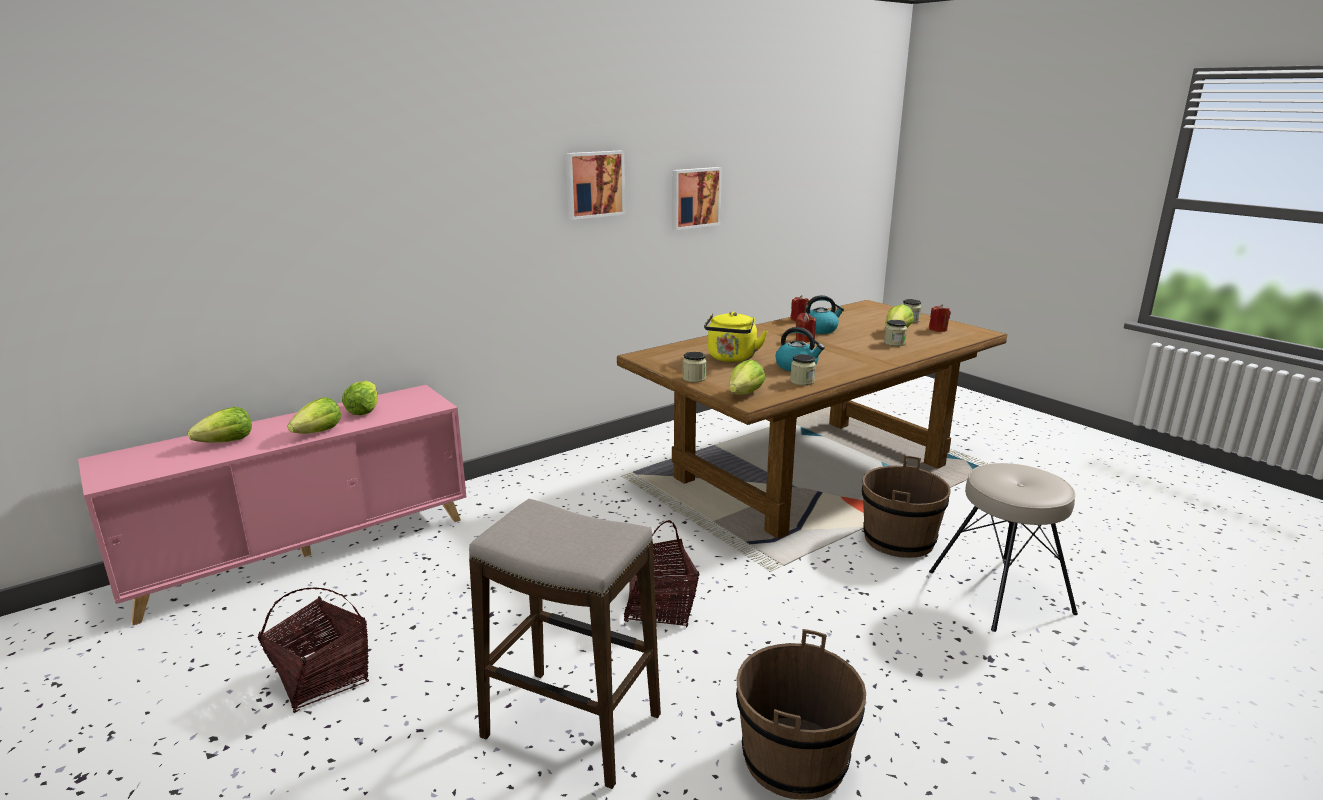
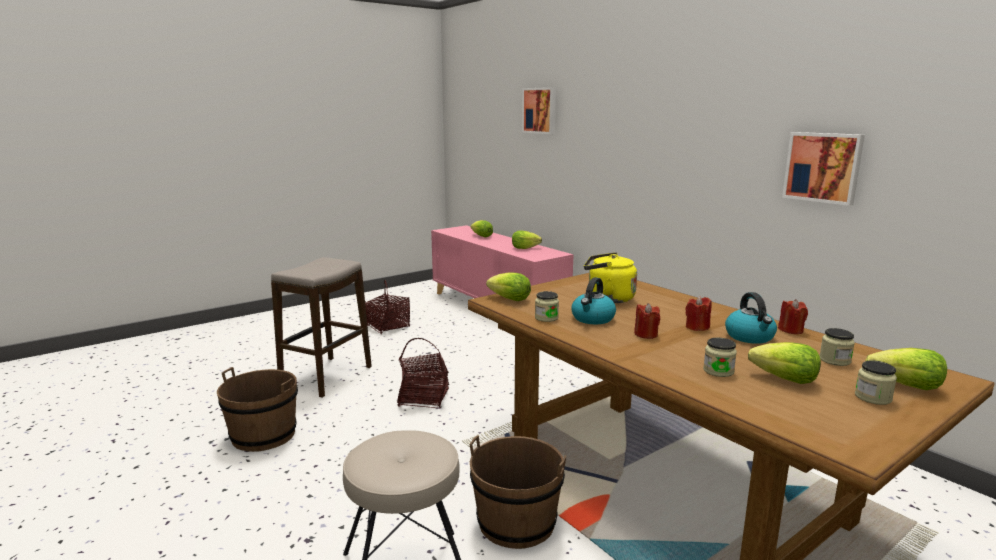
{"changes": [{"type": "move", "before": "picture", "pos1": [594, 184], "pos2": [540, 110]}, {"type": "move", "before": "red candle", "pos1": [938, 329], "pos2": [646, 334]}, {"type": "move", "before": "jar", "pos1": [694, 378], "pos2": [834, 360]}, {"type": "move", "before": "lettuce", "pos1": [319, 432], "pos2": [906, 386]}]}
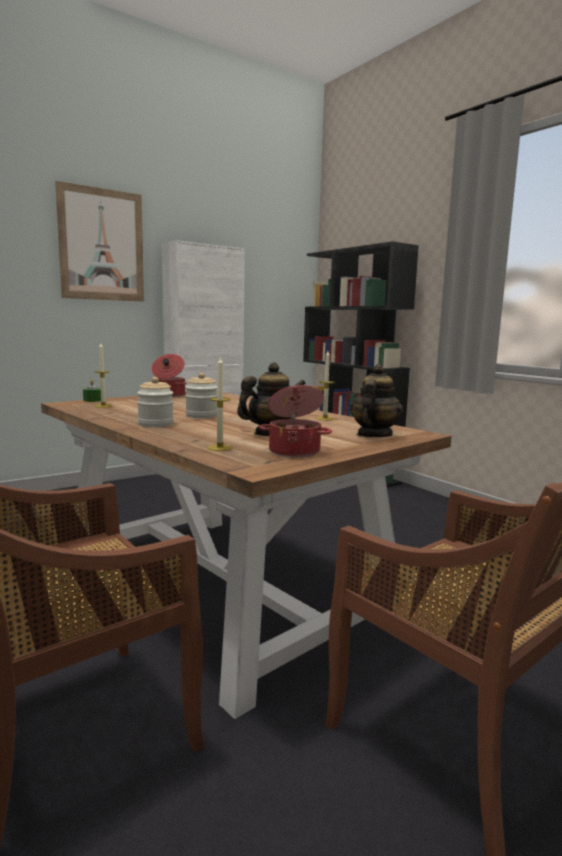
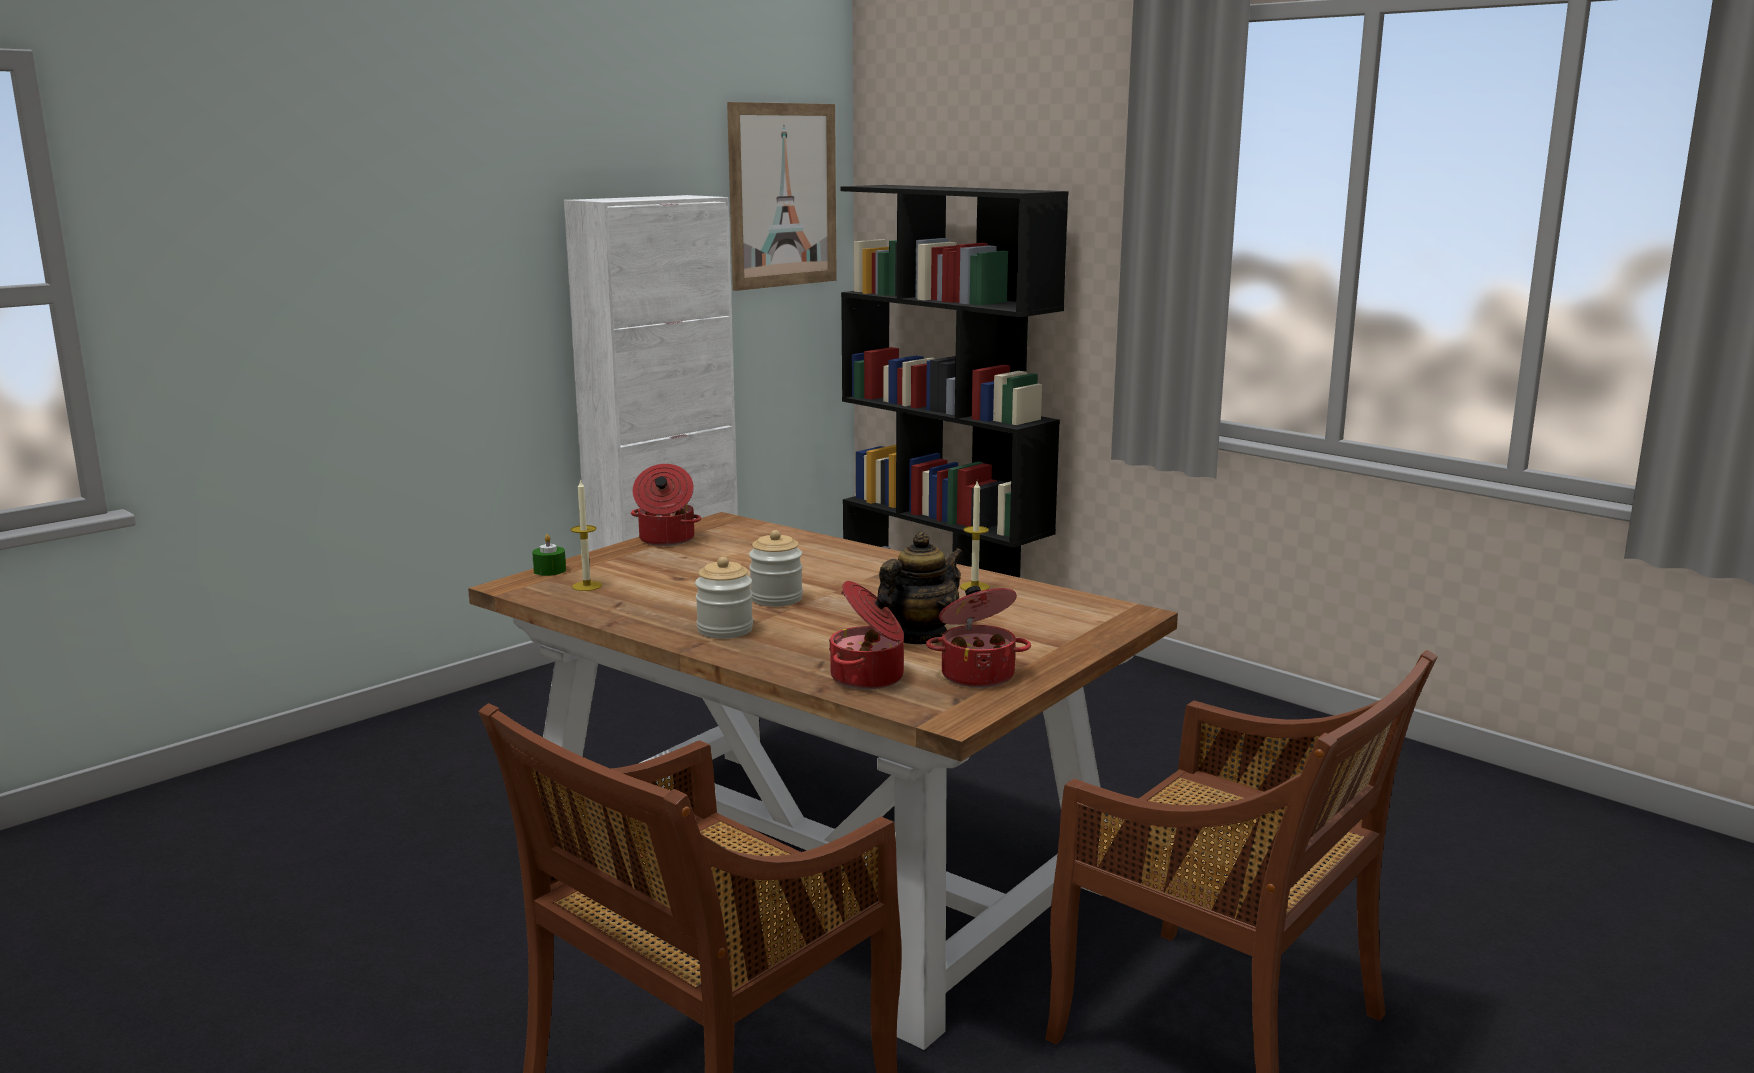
{"changes": [{"type": "move", "before": "picture", "pos1": [102, 245], "pos2": [783, 195]}, {"type": "replace", "before": "candle", "after": "cooking pot", "pos1": [220, 448], "pos2": [869, 678]}, {"type": "delete", "before": "teapot", "pos1": [374, 435]}]}
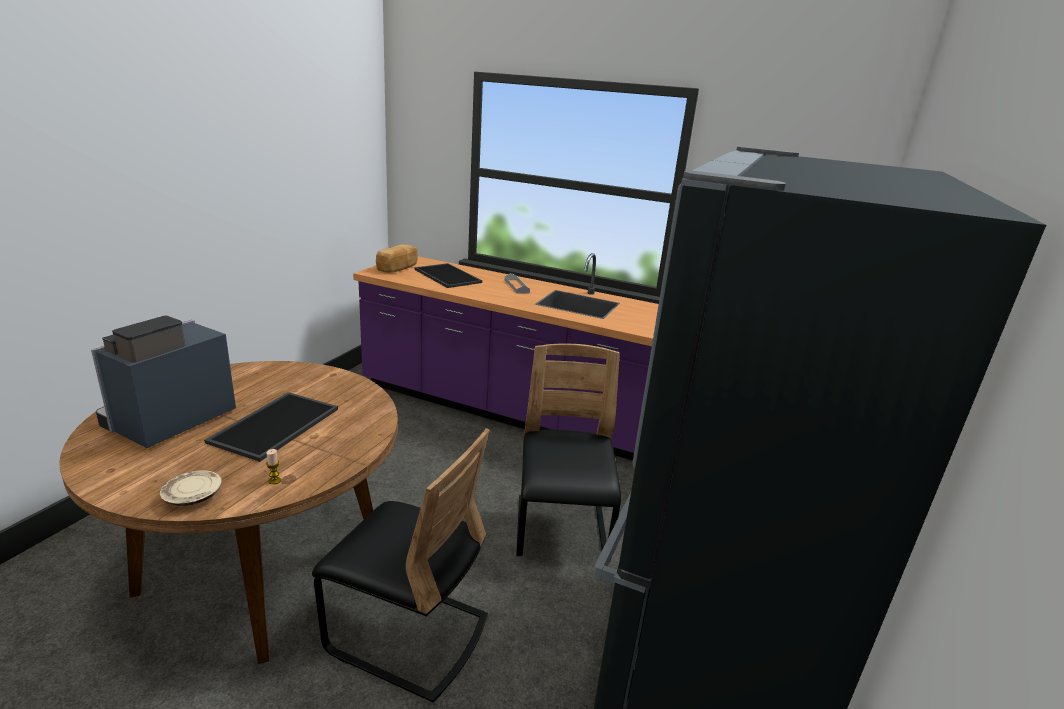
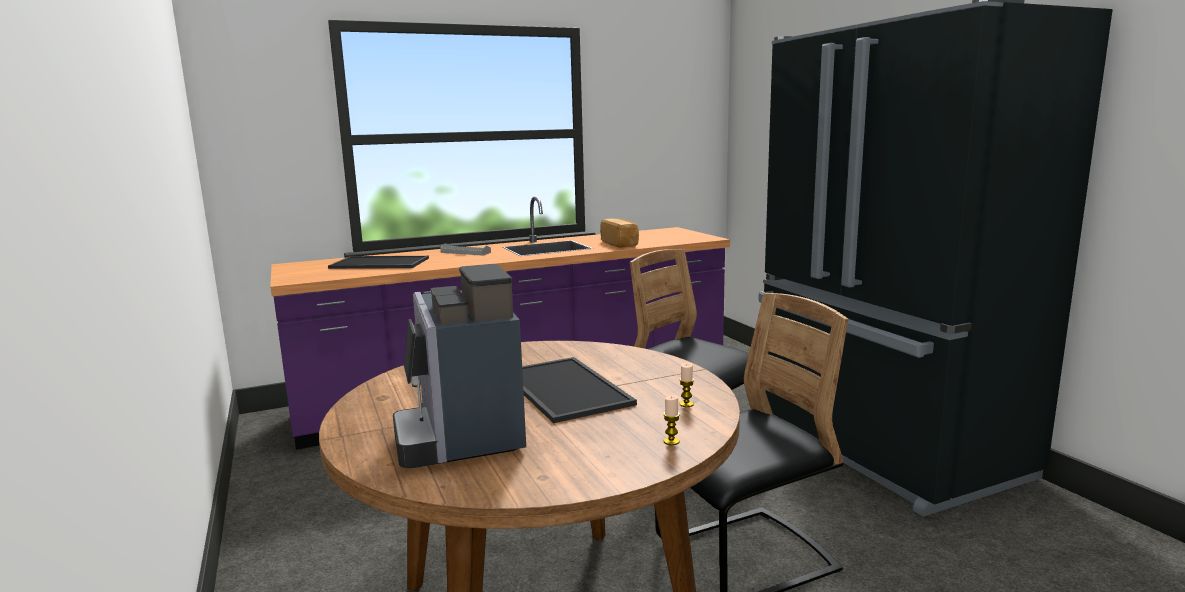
{"changes": [{"type": "move", "before": "bread", "pos1": [398, 268], "pos2": [620, 244]}, {"type": "replace", "before": "beige plate", "after": "candle", "pos1": [193, 497], "pos2": [671, 441]}]}
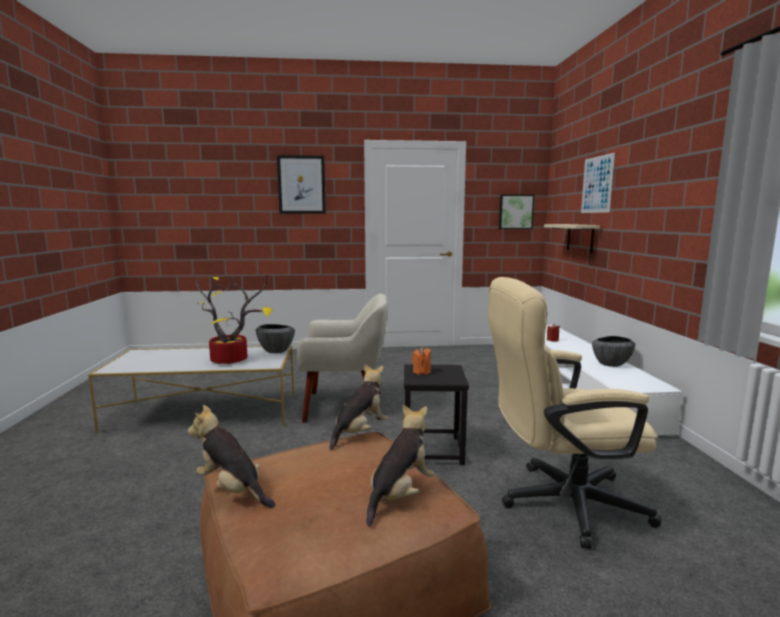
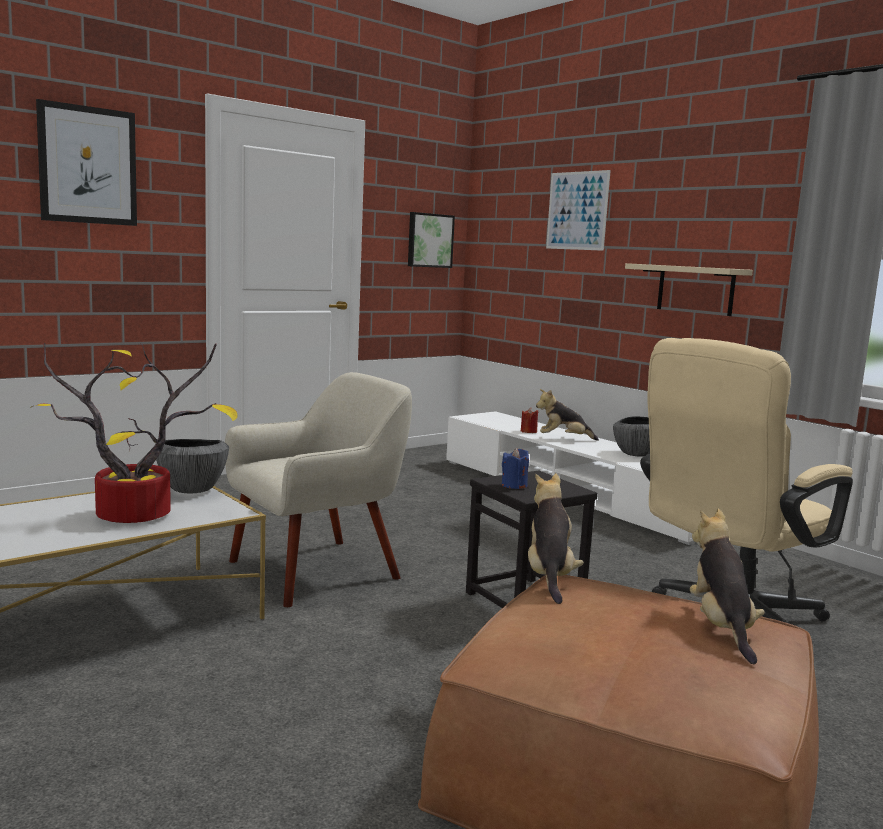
{"changes": [{"type": "move", "before": "beige shelf", "pos1": [580, 238], "pos2": [695, 289]}, {"type": "recolor", "before": "orange candle", "after": "blue candle", "pos1": [421, 372], "pos2": [514, 485]}, {"type": "move", "before": "plush toy", "pos1": [232, 489], "pos2": [563, 439]}]}
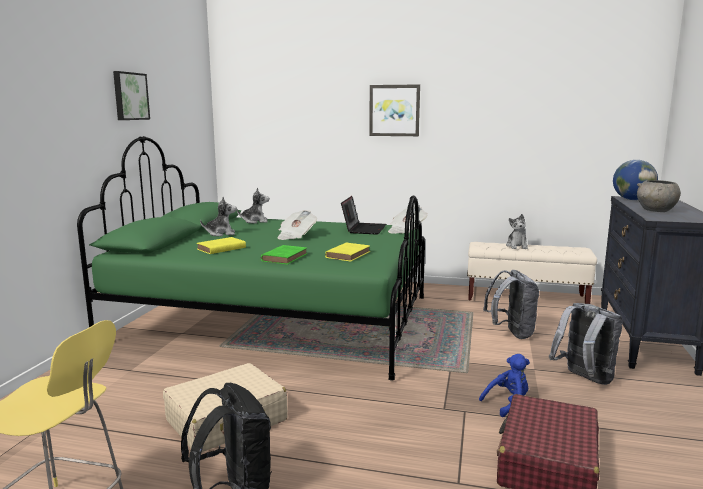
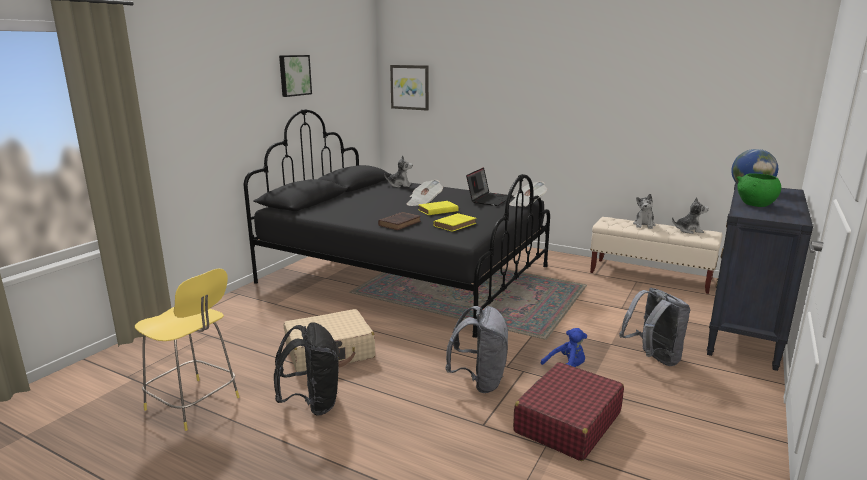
{"changes": [{"type": "move", "before": "picture", "pos1": [394, 110], "pos2": [410, 87]}, {"type": "recolor", "before": "green bed", "after": "black bed", "pos1": [276, 320], "pos2": [405, 275]}, {"type": "recolor", "before": "grey bowl", "after": "green bowl", "pos1": [656, 211], "pos2": [755, 205]}, {"type": "move", "before": "plush toy", "pos1": [221, 234], "pos2": [688, 230]}, {"type": "move", "before": "yellow book", "pos1": [220, 248], "pos2": [437, 210]}, {"type": "recolor", "before": "green book", "after": "brown book", "pos1": [285, 257], "pos2": [400, 223]}, {"type": "move", "before": "grey backpack", "pos1": [511, 333], "pos2": [479, 382]}]}
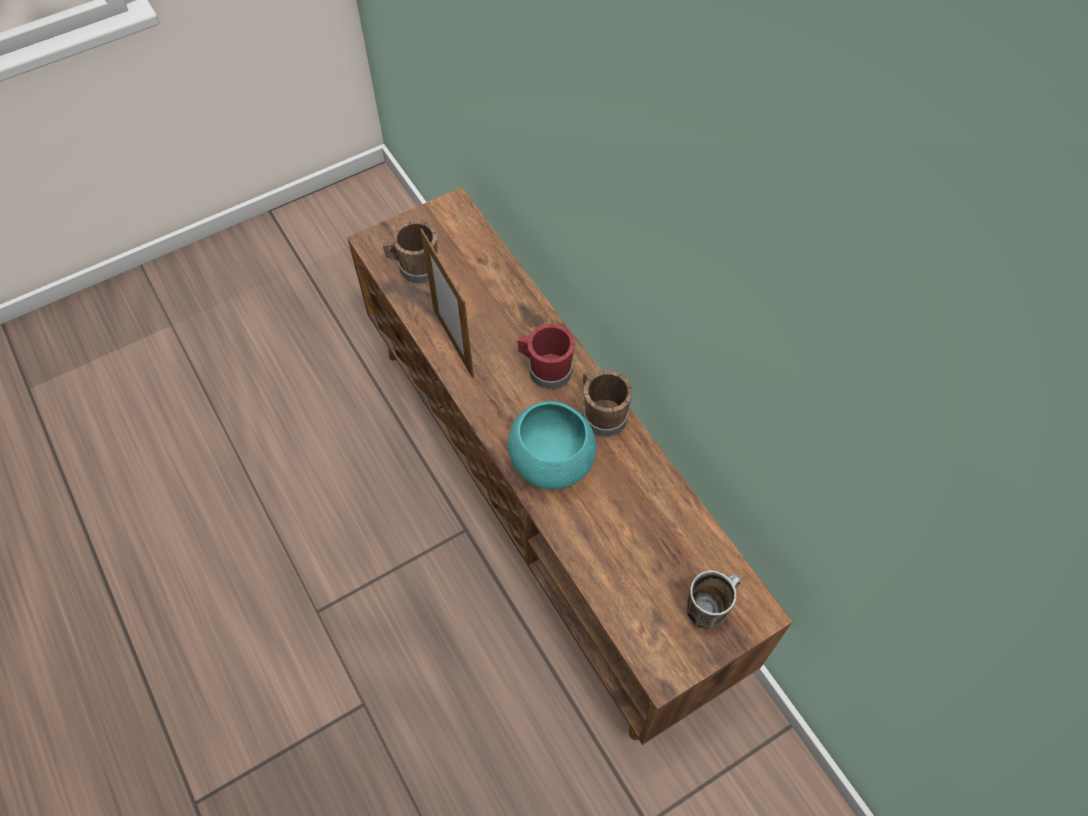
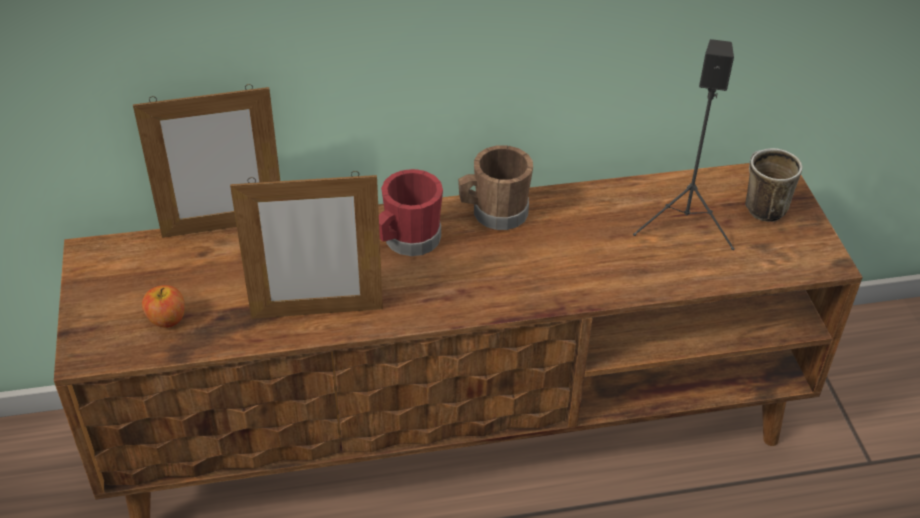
{"changes": [{"type": "replace", "before": "brown mug", "after": "apple", "pos1": [414, 268], "pos2": [167, 319]}, {"type": "delete", "before": "turquoise bowl", "pos1": [552, 462]}, {"type": "insert", "after": "black speaker", "pos2": [686, 223]}, {"type": "insert", "after": "picture frame", "pos2": [224, 227]}]}
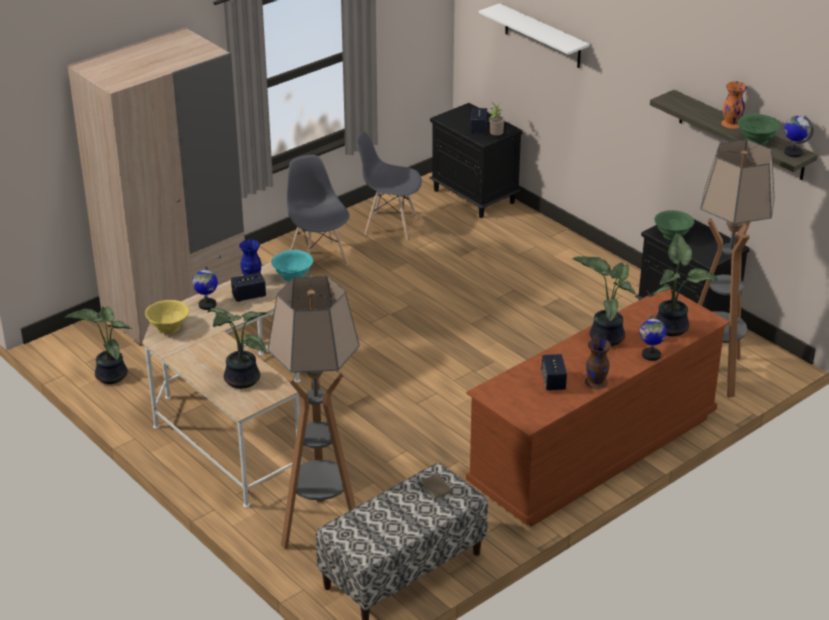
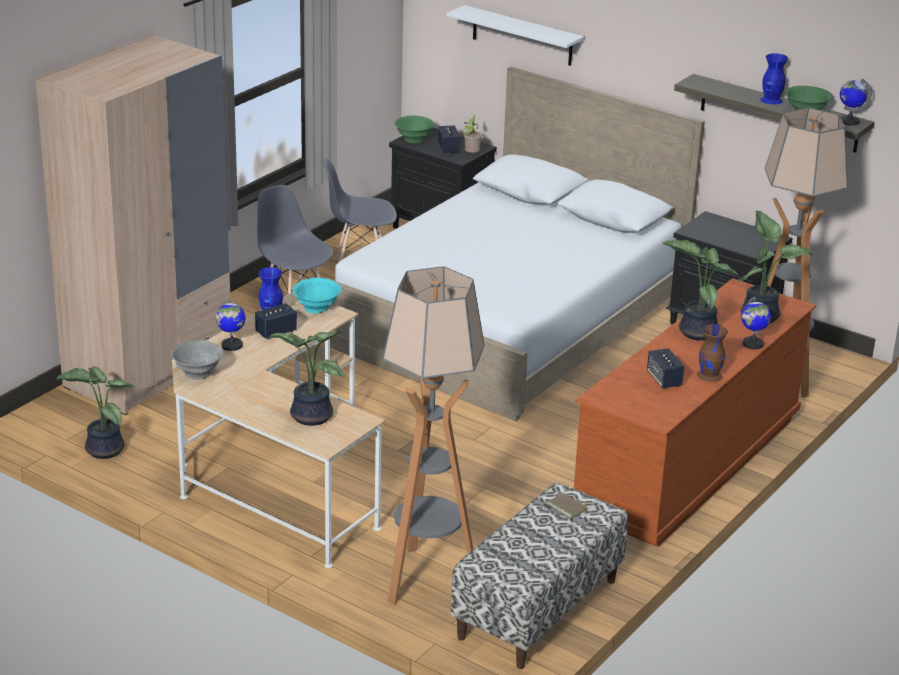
{"changes": [{"type": "recolor", "before": "orange vase", "after": "blue vase", "pos1": [731, 123], "pos2": [771, 100]}, {"type": "move", "before": "green bowl", "pos1": [672, 235], "pos2": [413, 139]}, {"type": "recolor", "before": "yellow bowl", "after": "grey bowl", "pos1": [168, 327], "pos2": [197, 373]}, {"type": "insert", "after": "white bed", "pos2": [510, 320]}]}
